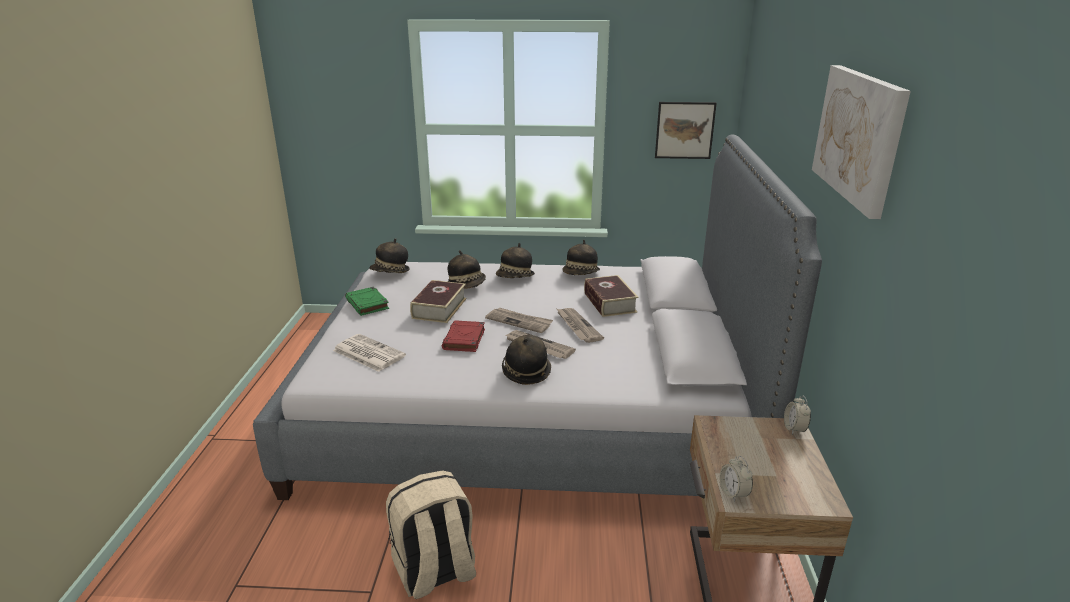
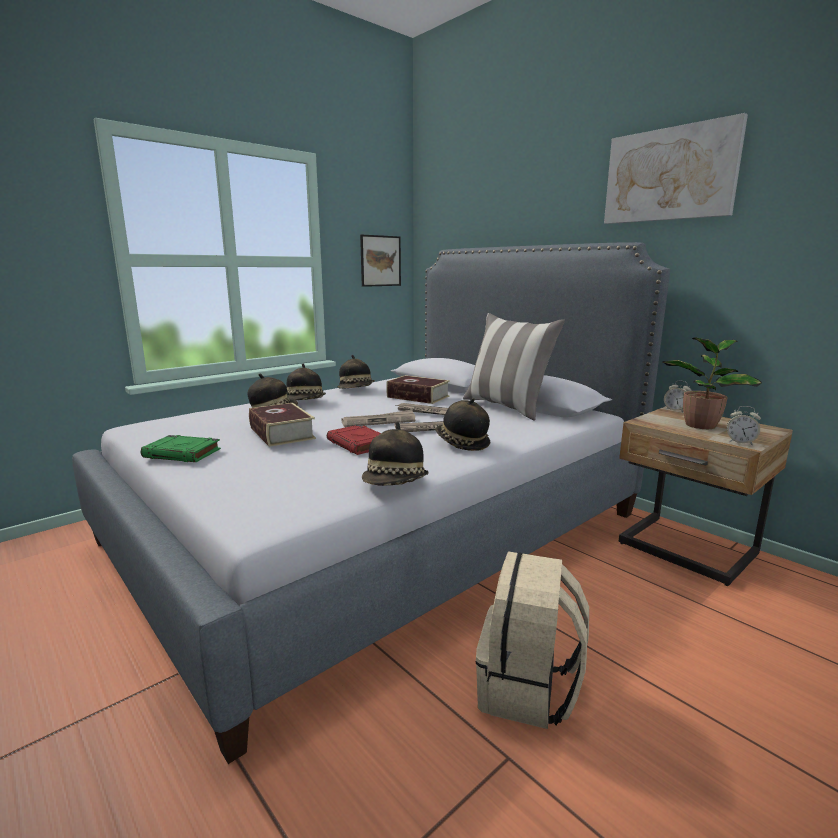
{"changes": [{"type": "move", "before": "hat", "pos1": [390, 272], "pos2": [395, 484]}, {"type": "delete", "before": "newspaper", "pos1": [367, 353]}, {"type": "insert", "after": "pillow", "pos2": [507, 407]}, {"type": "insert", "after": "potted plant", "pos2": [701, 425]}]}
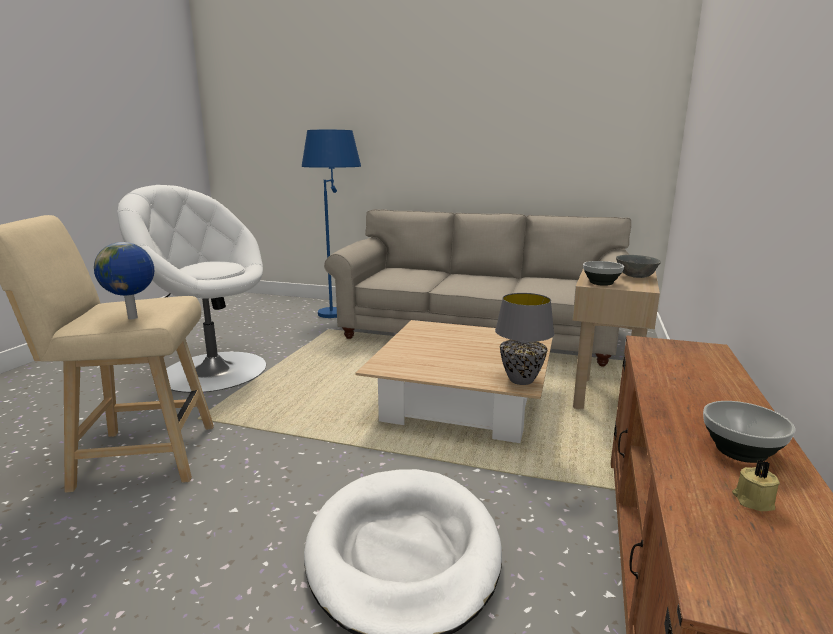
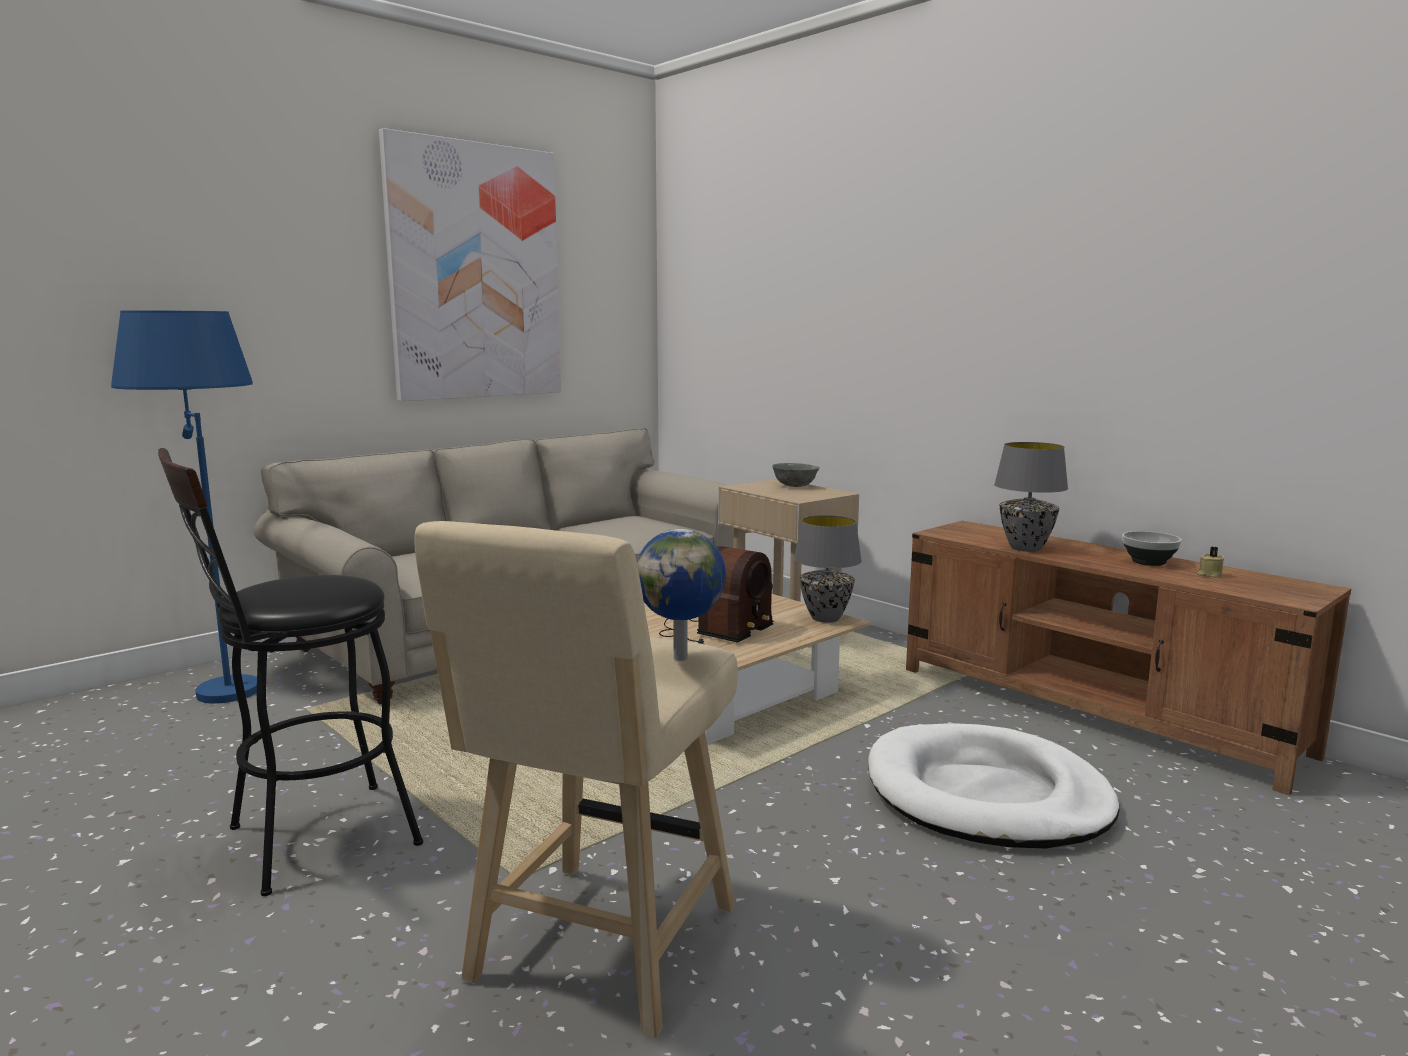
{"changes": [{"type": "replace", "before": "white armchair", "after": "black stool", "pos1": [213, 370], "pos2": [306, 841]}, {"type": "delete", "before": "bowl", "pos1": [601, 283]}, {"type": "insert", "after": "picture", "pos2": [475, 272]}, {"type": "insert", "after": "grey table lamp", "pos2": [1025, 548]}, {"type": "insert", "after": "radio", "pos2": [714, 631]}]}
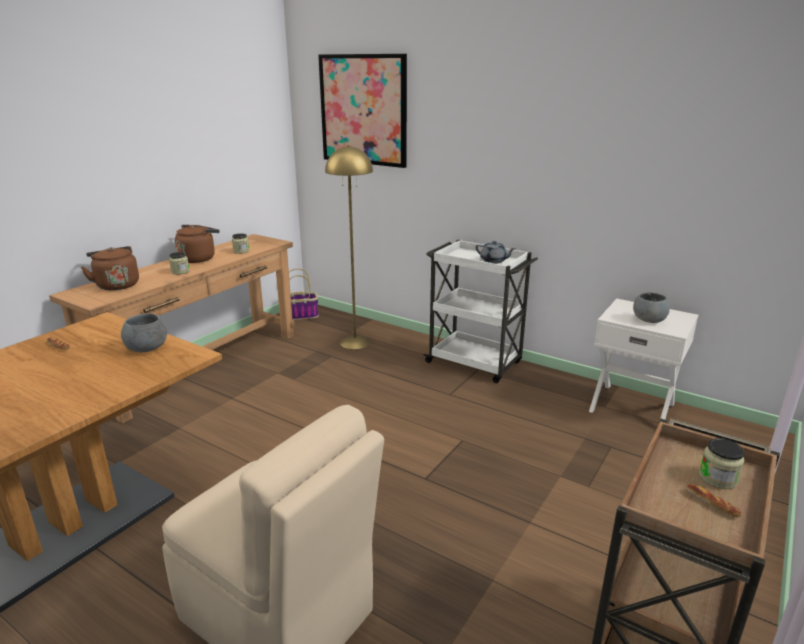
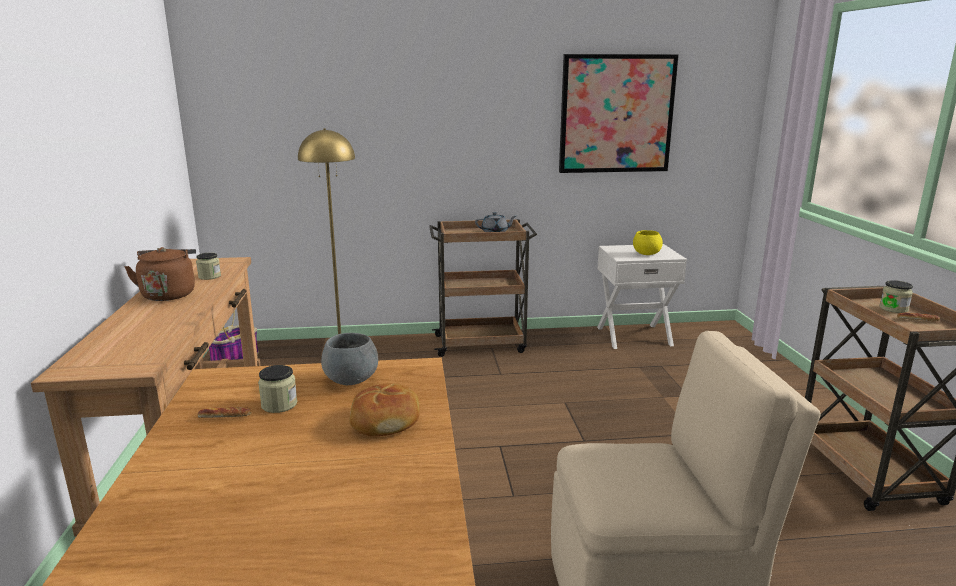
{"changes": [{"type": "move", "before": "picture", "pos1": [363, 110], "pos2": [616, 114]}, {"type": "recolor", "before": "white cart", "after": "brown cart", "pos1": [475, 363], "pos2": [481, 343]}, {"type": "delete", "before": "brown kettle", "pos1": [117, 285]}, {"type": "move", "before": "jar", "pos1": [180, 272], "pos2": [279, 404]}, {"type": "recolor", "before": "grey bowl", "after": "yellow bowl", "pos1": [648, 320], "pos2": [646, 254]}, {"type": "insert", "after": "bread", "pos2": [386, 420]}]}
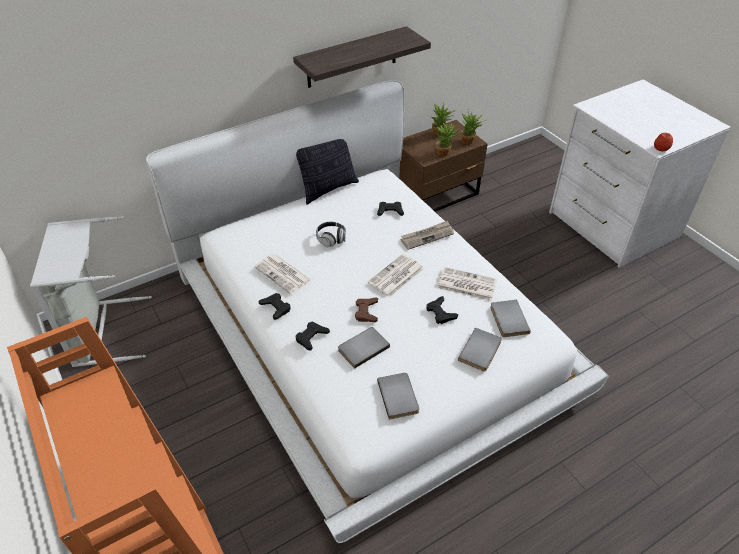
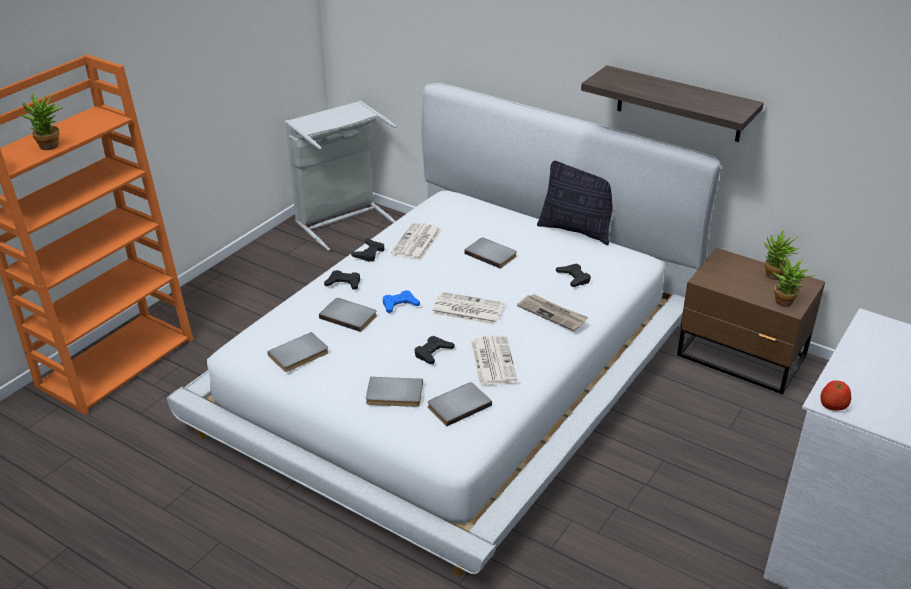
{"changes": [{"type": "move", "before": "potted plant", "pos1": [445, 153], "pos2": [50, 147]}, {"type": "replace", "before": "headphones", "after": "grey book", "pos1": [331, 239], "pos2": [492, 254]}, {"type": "recolor", "before": "brown game controller", "after": "blue game controller", "pos1": [366, 312], "pos2": [399, 305]}]}
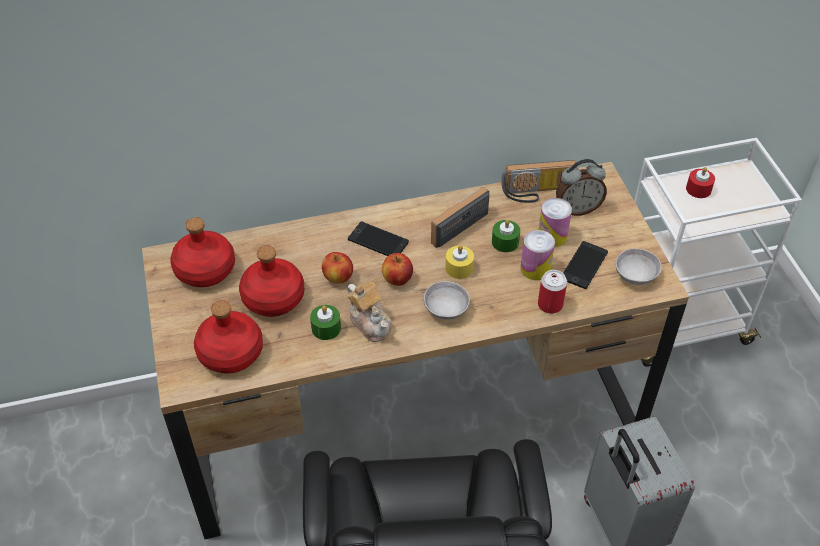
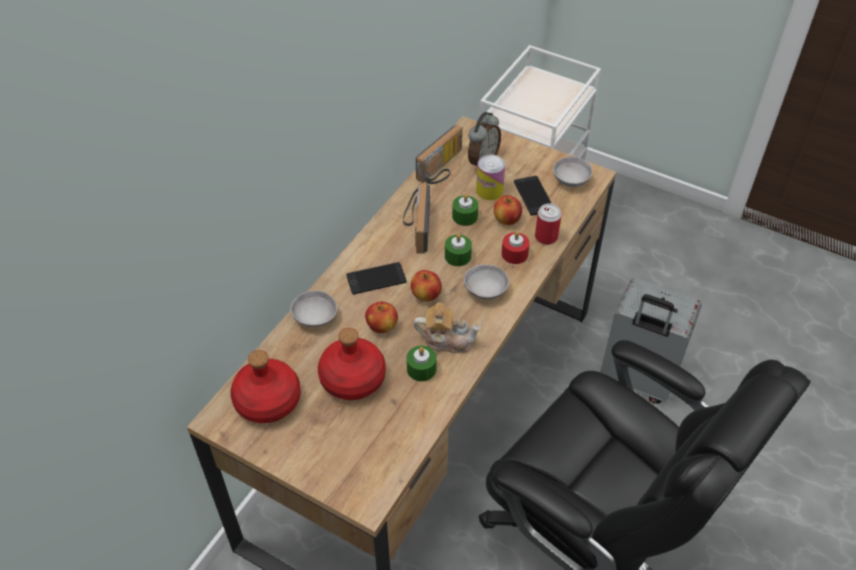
{"changes": [{"type": "move", "before": "red candle", "pos1": [698, 189], "pos2": [514, 254]}, {"type": "replace", "before": "can", "after": "apple", "pos1": [535, 268], "pos2": [507, 220]}, {"type": "recolor", "before": "yellow candle", "after": "green candle", "pos1": [459, 268], "pos2": [457, 256]}, {"type": "delete", "before": "red bottle", "pos1": [231, 353]}, {"type": "insert", "after": "grey bowl", "pos2": [315, 318]}]}
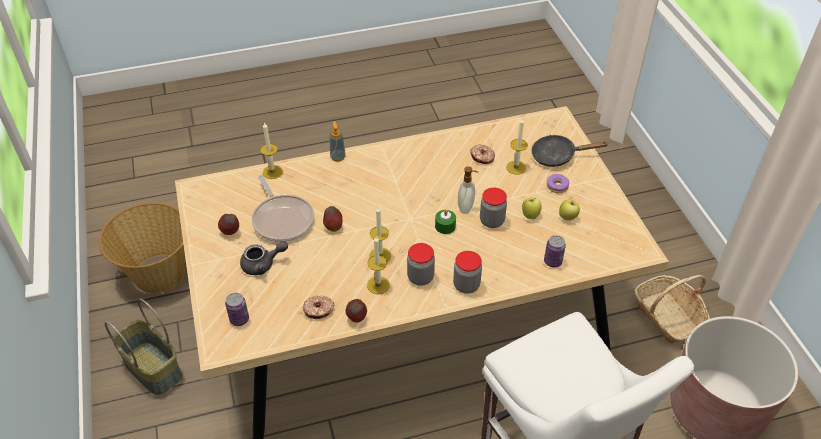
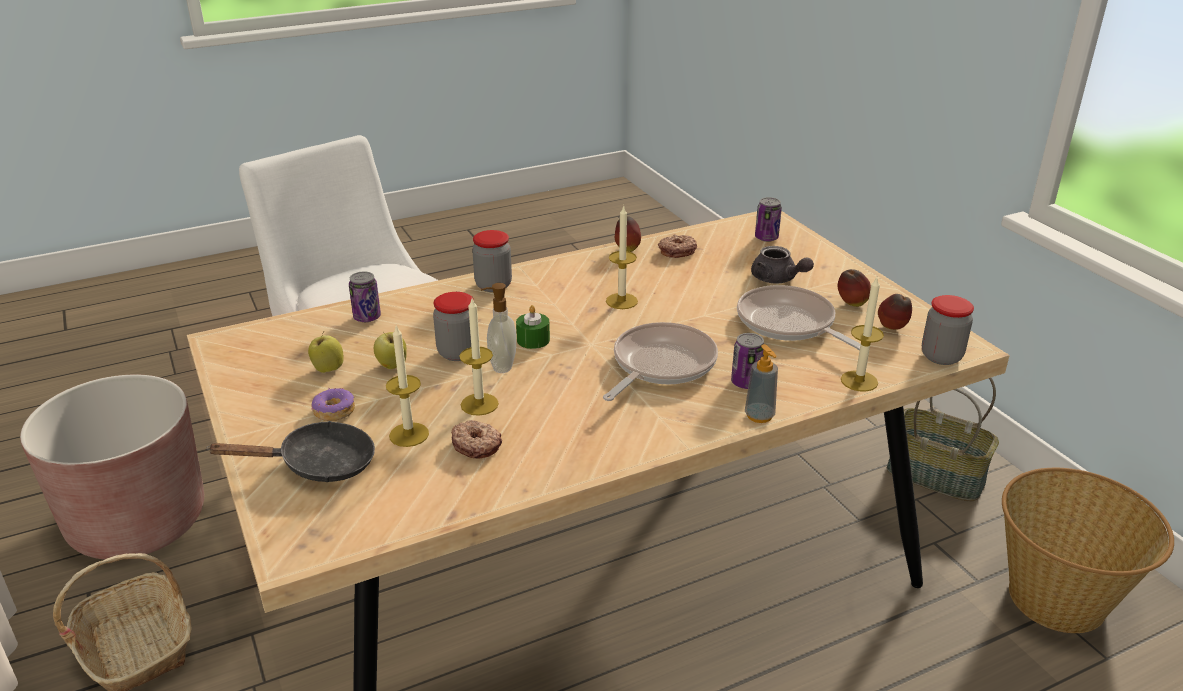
{"changes": [{"type": "move", "before": "apple", "pos1": [333, 227], "pos2": [892, 329]}, {"type": "move", "before": "candle", "pos1": [378, 285], "pos2": [479, 404]}, {"type": "rotate", "before": "grey teapot", "pos1": [263, 264], "pos2": [777, 279], "turn": -105}, {"type": "move", "before": "jar", "pos1": [420, 277], "pos2": [941, 356]}, {"type": "insert", "after": "frying pan", "pos2": [660, 365]}, {"type": "insert", "after": "can", "pos2": [746, 383]}]}
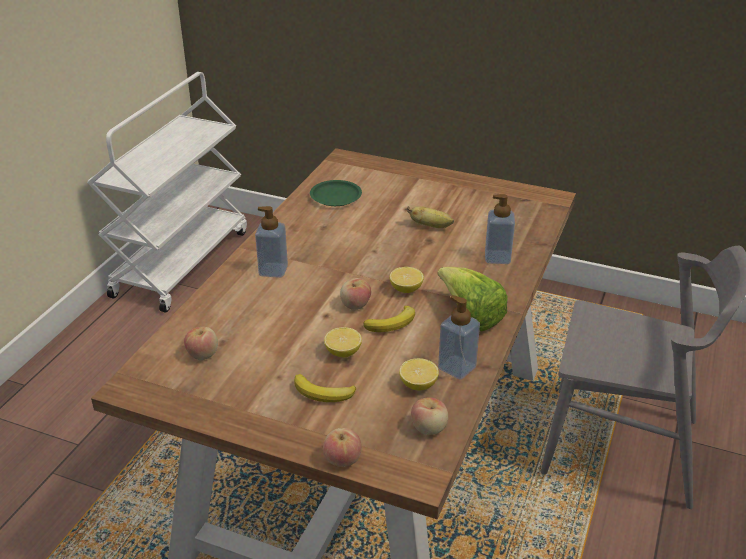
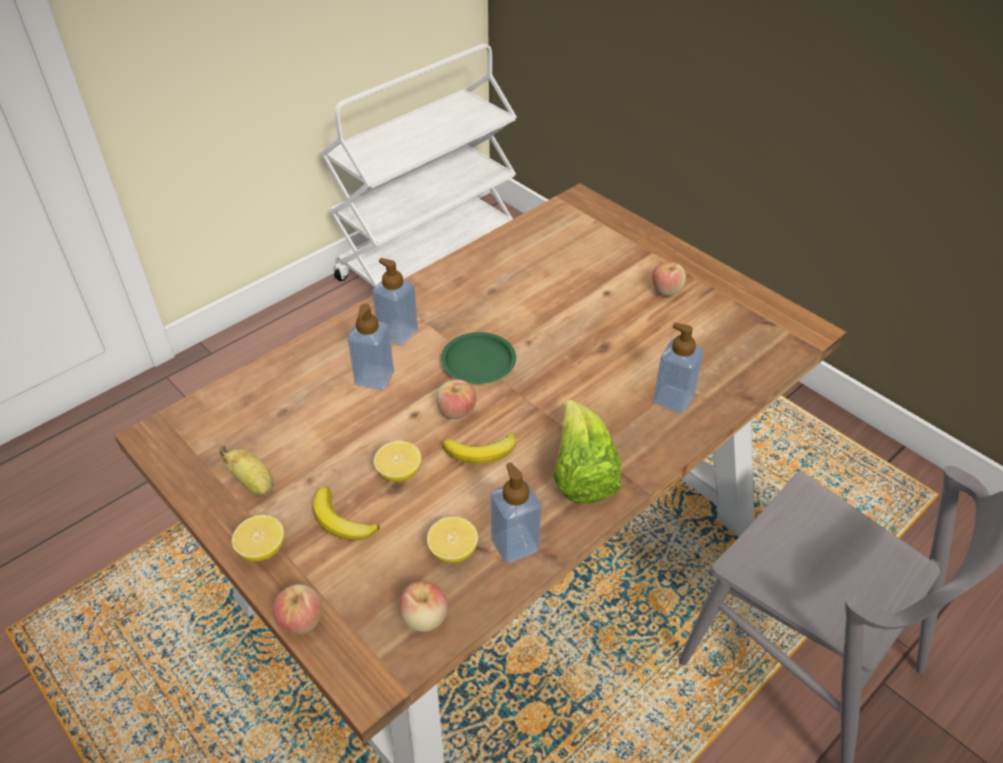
{"changes": [{"type": "move", "before": "green plate", "pos1": [335, 196], "pos2": [478, 362]}, {"type": "move", "before": "banana", "pos1": [431, 226], "pos2": [253, 483]}, {"type": "move", "before": "lemon", "pos1": [406, 289], "pos2": [262, 549]}, {"type": "move", "before": "apple", "pos1": [203, 354], "pos2": [666, 290]}, {"type": "insert", "after": "soap dispenser", "pos2": [374, 377]}]}
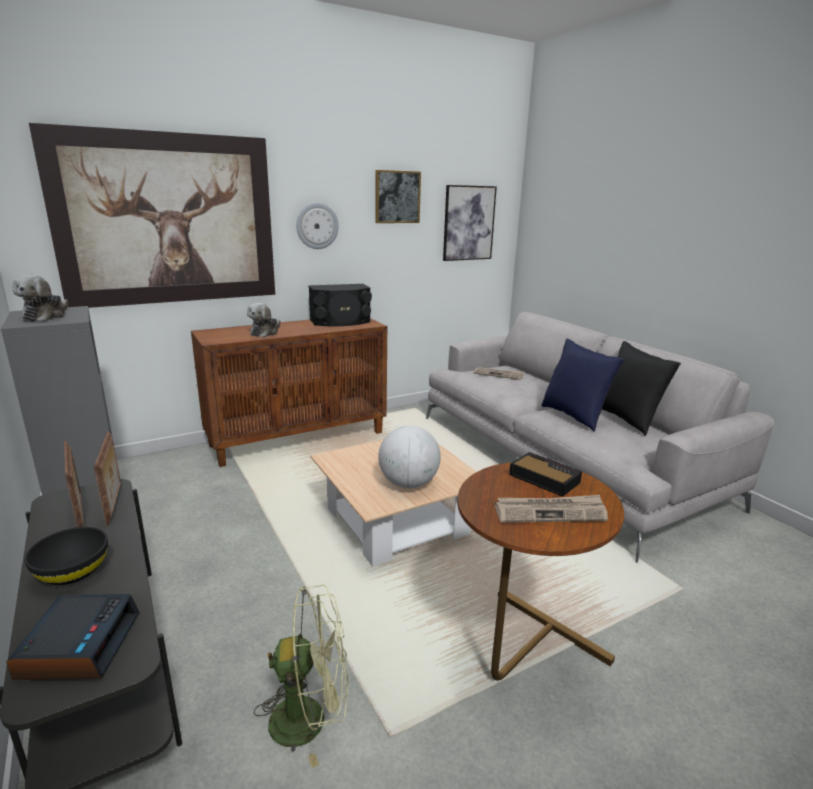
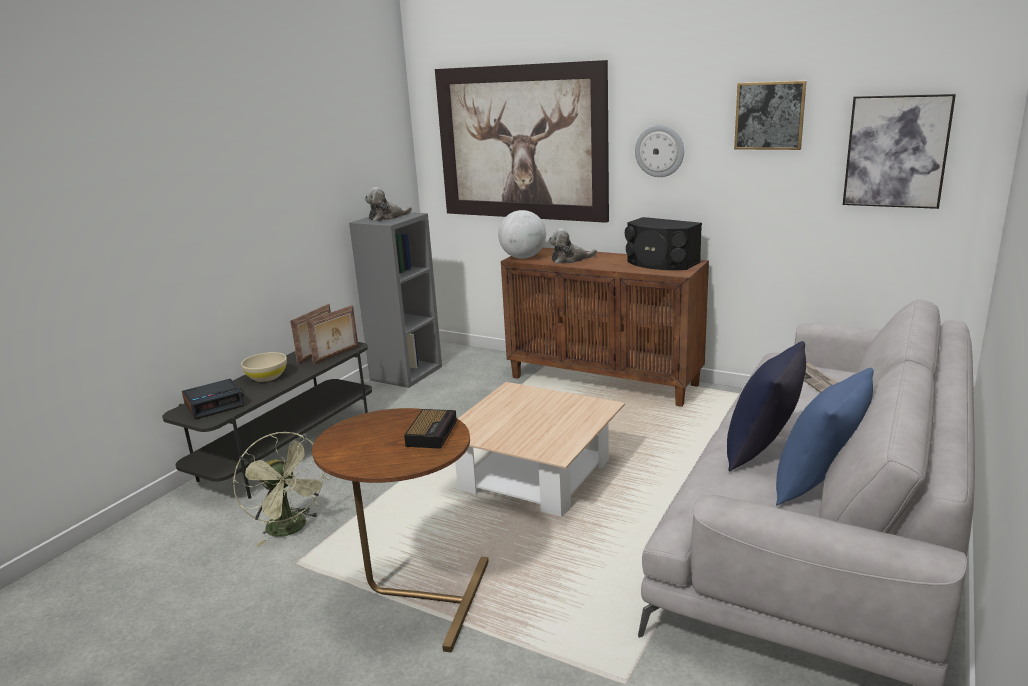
{"changes": [{"type": "recolor", "before": "black pillow", "after": "blue pillow", "pos1": [627, 420], "pos2": [819, 485]}, {"type": "move", "before": "globe", "pos1": [408, 484], "pos2": [523, 257]}, {"type": "delete", "before": "newspaper", "pos1": [550, 512]}, {"type": "recolor", "before": "black bowl", "after": "beige bowl", "pos1": [72, 572], "pos2": [267, 377]}]}
